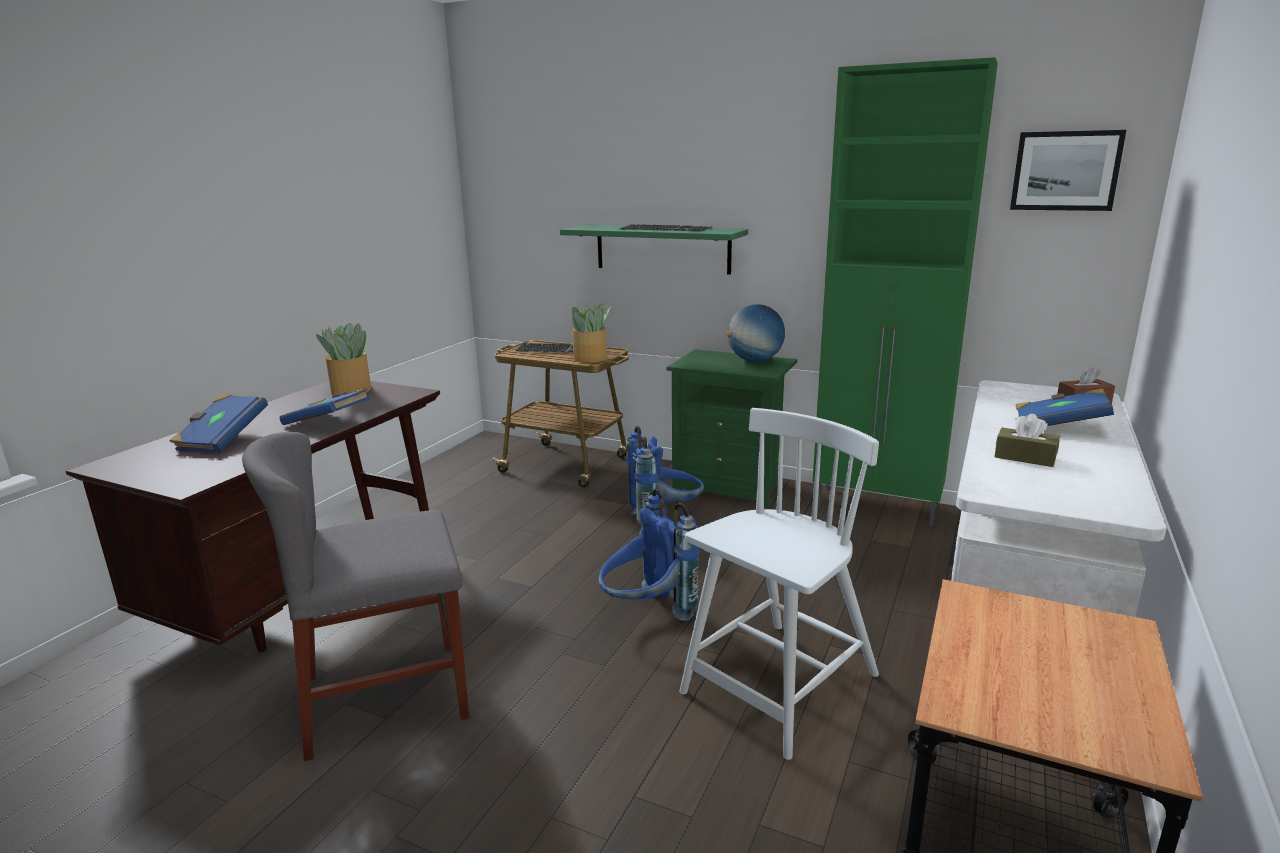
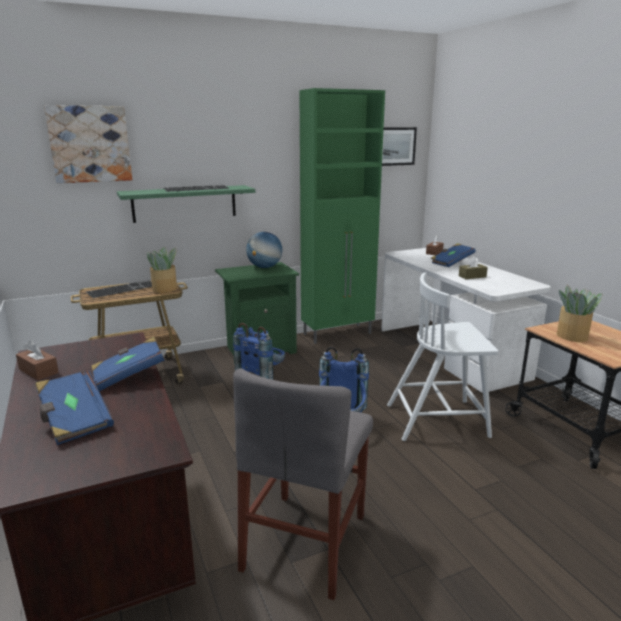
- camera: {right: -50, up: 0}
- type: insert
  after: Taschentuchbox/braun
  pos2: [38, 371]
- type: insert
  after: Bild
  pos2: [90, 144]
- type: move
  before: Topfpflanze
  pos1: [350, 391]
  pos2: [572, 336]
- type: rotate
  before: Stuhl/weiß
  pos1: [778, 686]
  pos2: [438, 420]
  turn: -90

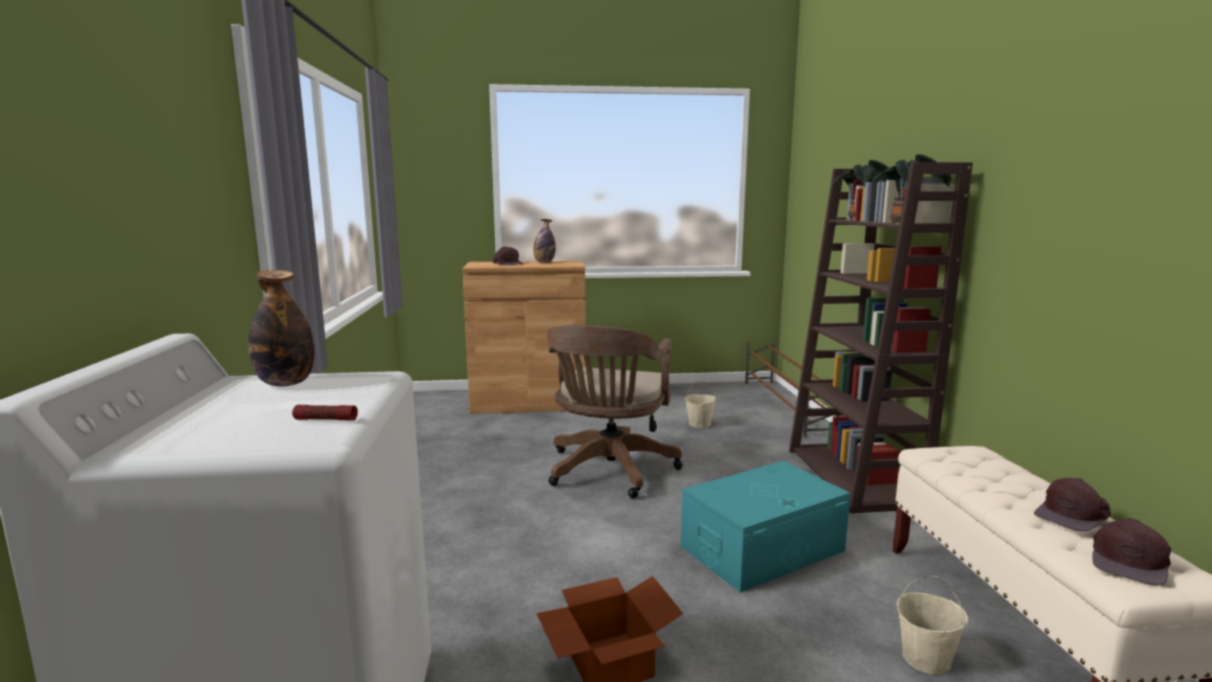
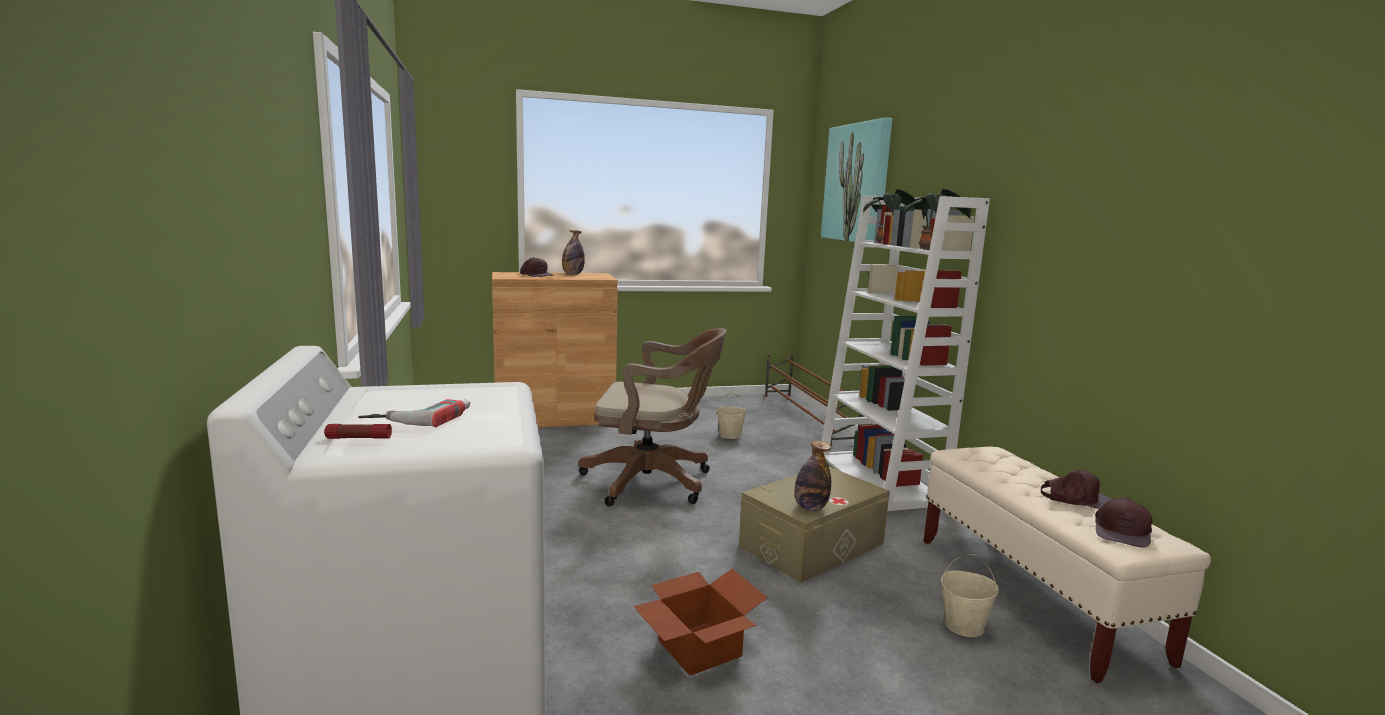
- camera: {right: -10, up: 0}
- type: insert
  after: Bohrmaschine
  pos2: [419, 417]
- type: insert
  after: Bild
  pos2: [857, 183]
- type: move
  before: Flasche
  pos1: [286, 383]
  pos2: [810, 508]
- type: move
  before: Taschenlampe
  pos1: [325, 420]
  pos2: [358, 438]
- type: recolor
  before: Aufbewahrungsbox/türkis
  after: Aufbewahrungsbox/beige
  pos1: [762, 548]
  pos2: [812, 545]
- type: recolor
  before: Bücherregal/braun
  after: Bücherregal/weiß
  pos1: [854, 477]
  pos2: [881, 481]
- type: rotate
  before: Bürostuhl/braun
  pos1: [609, 472]
  pos2: [654, 482]
  turn: -90
- type: rotate
  before: Kappe/braun
  pos1: [1073, 515]
  pos2: [1077, 498]
  turn: -120

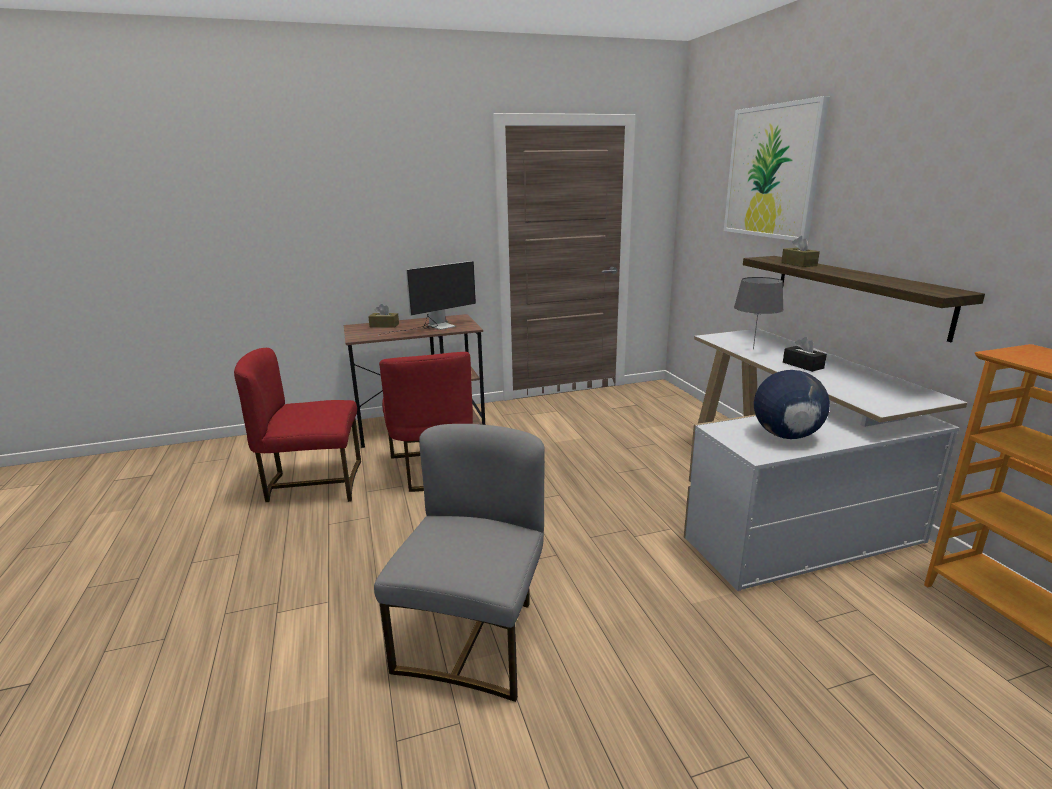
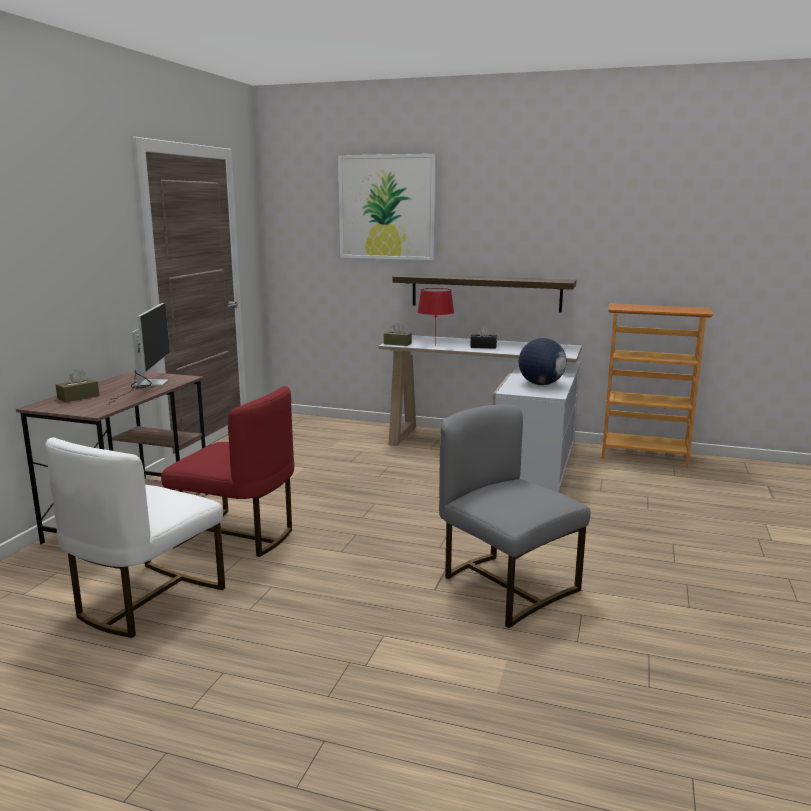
- camera: {right: -55, up: -5}
- type: move
  before: Taschentuchbox/braun
  pos1: [798, 264]
  pos2: [397, 343]
- type: recolor
  before: Stuhl/rot
  after: Stuhl/weiß
  pos1: [314, 484]
  pos2: [146, 600]
- type: recolor
  before: Tischlampe/grau
  after: Tischlampe/rot
  pos1: [752, 349]
  pos2: [434, 345]

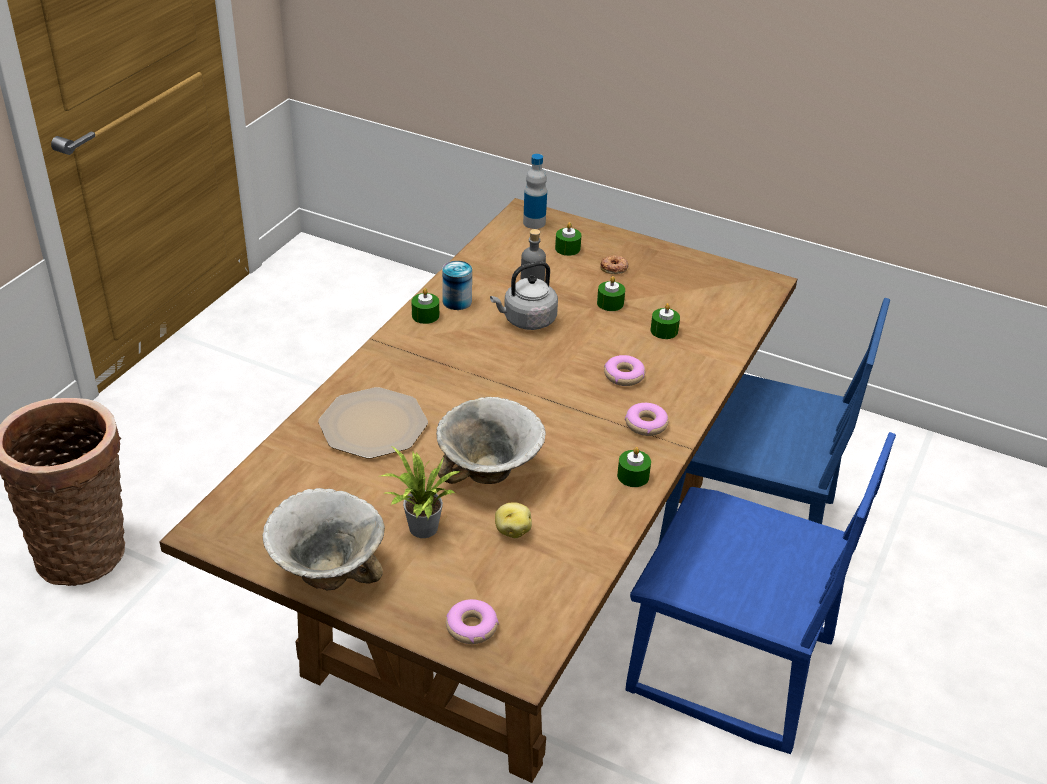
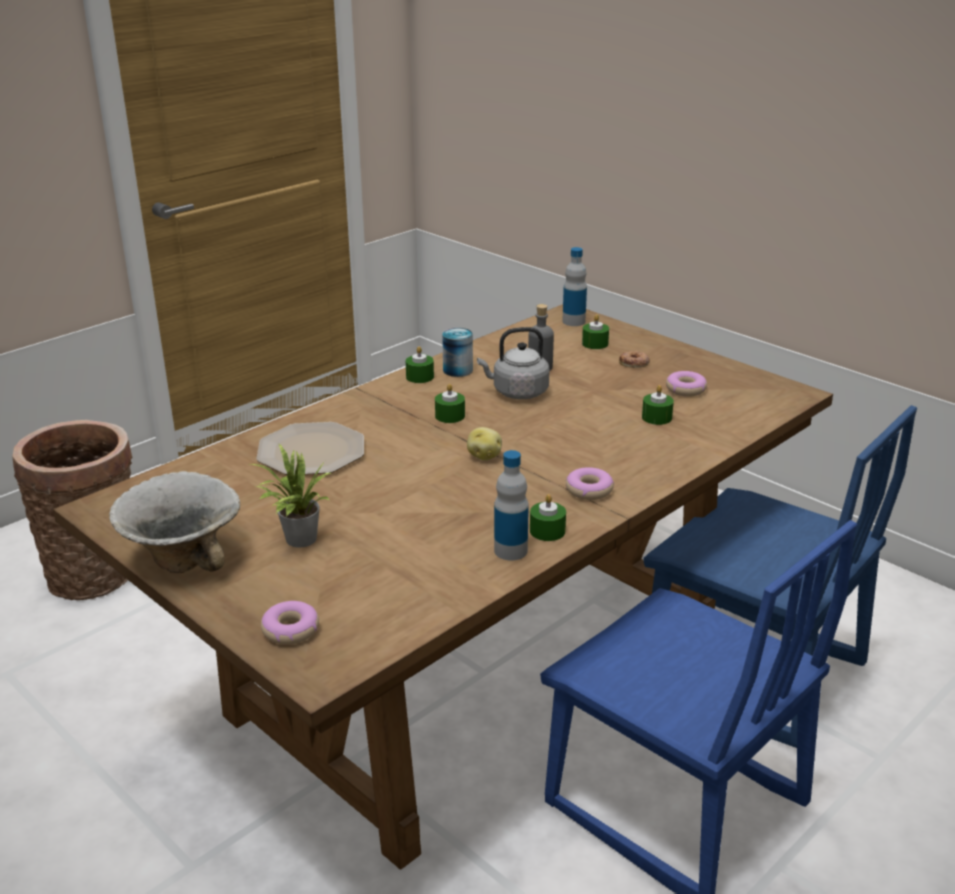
- camera: {right: 20, up: -10}
- type: delete
  before: Schüssel
  pos1: [489, 474]
- type: insert
  after: Flasche
  pos2: [510, 550]
- type: move
  before: Kartoffel
  pos1: [512, 530]
  pos2: [484, 456]
- type: move
  before: Kerze/grün
  pos1: [610, 303]
  pos2: [450, 416]
- type: move
  before: Donut
  pos1: [624, 375]
  pos2: [685, 389]

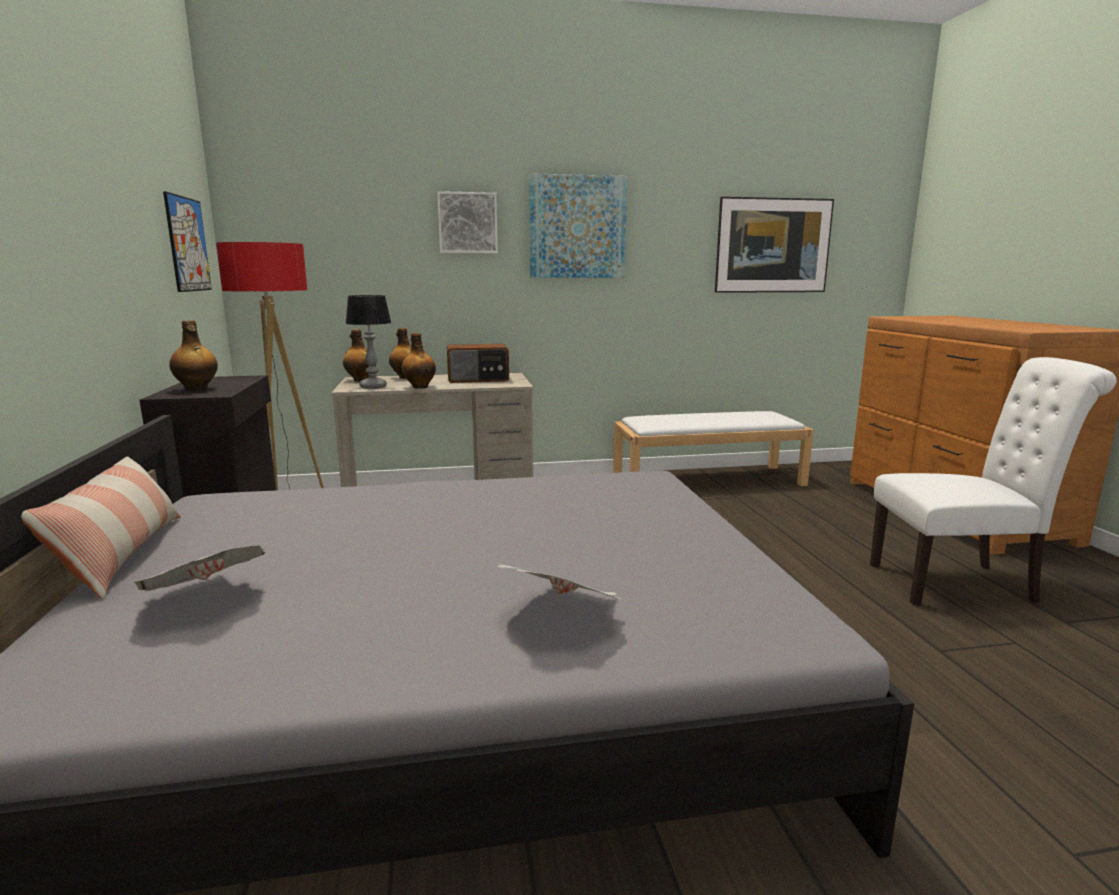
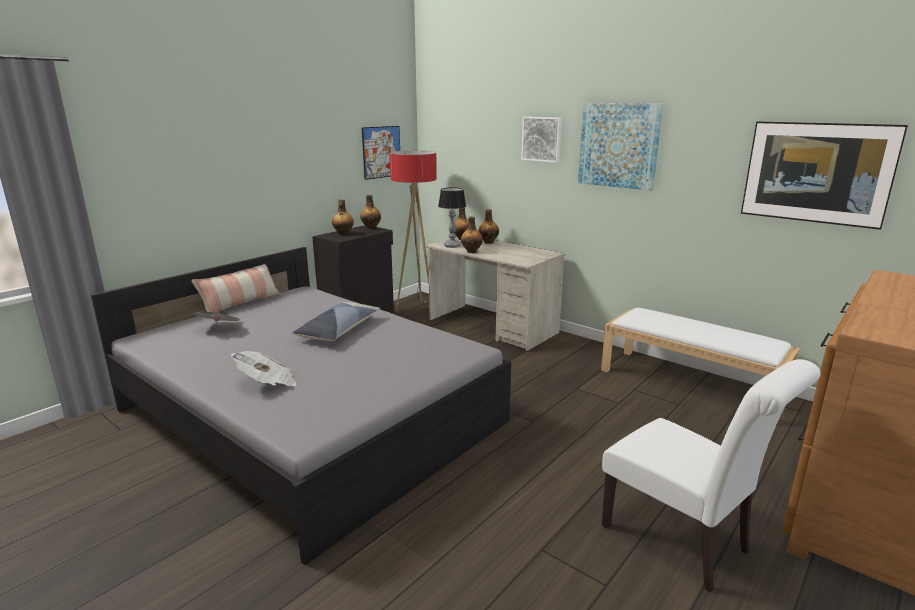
- camera: {right: 50, up: 5}
- type: delete
  before: Radio
  pos1: [478, 379]
- type: insert
  after: Kissen
  pos2: [338, 330]
- type: insert
  after: Flasche
  pos2: [371, 228]

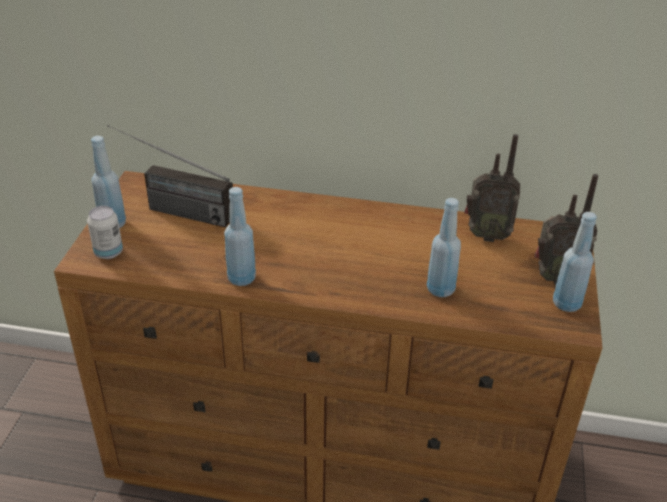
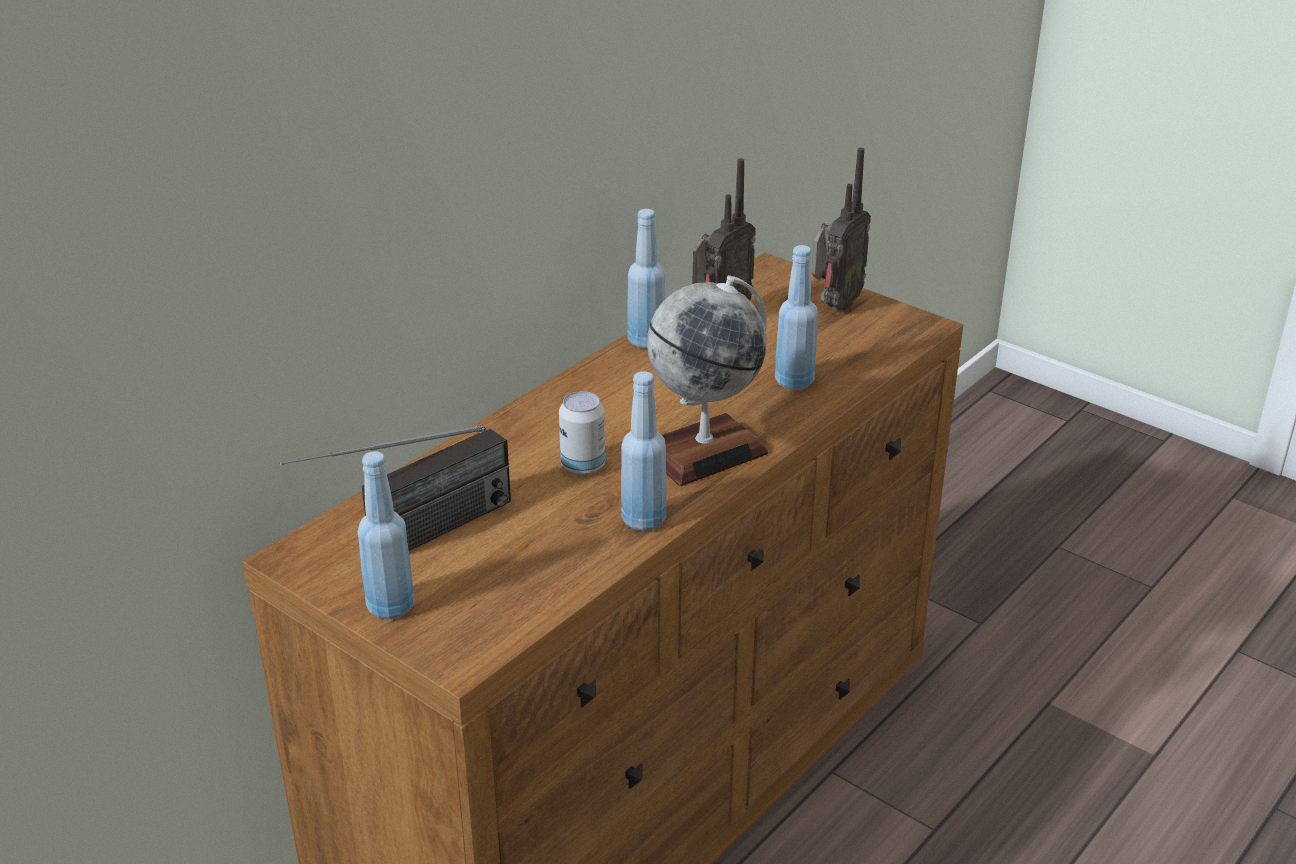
- camera: {right: -60, up: -5}
- type: insert
  after: Globus
  pos2: [704, 451]
- type: move
  before: Dose
  pos1: [108, 252]
  pos2: [583, 466]
- type: move
  before: Flasche/blau
  pos1: [566, 303]
  pos2: [646, 341]

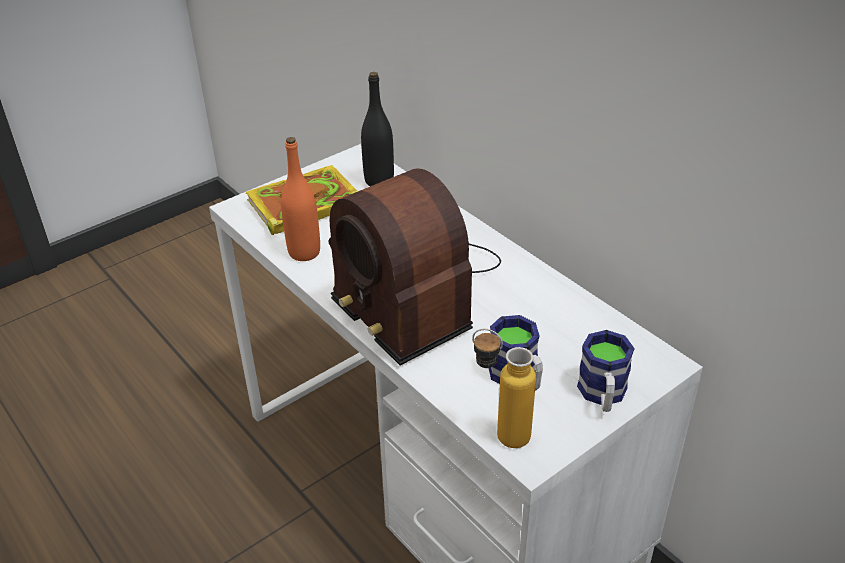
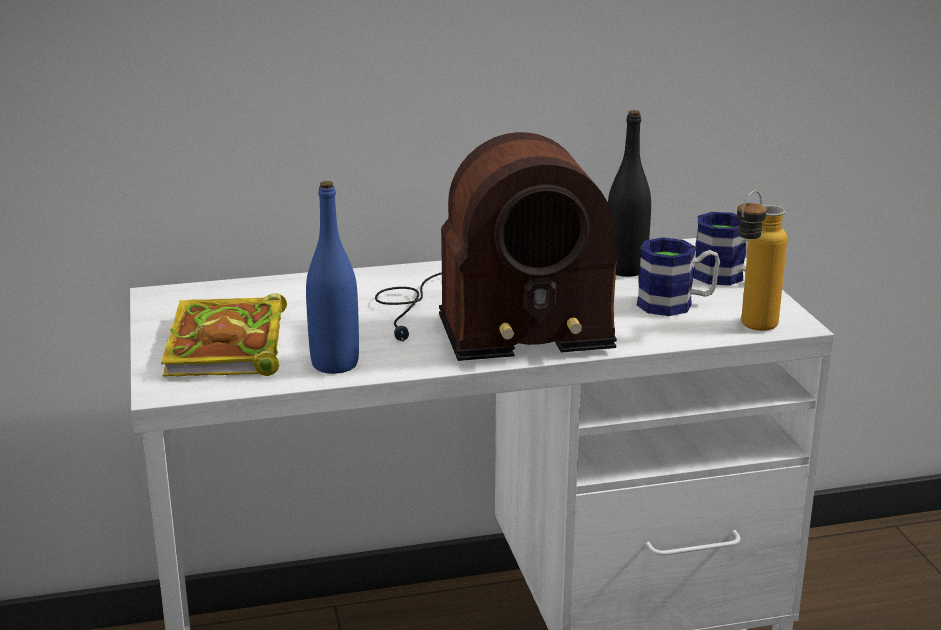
- camera: {right: -65, up: -15}
- type: move
  before: Flasche/schwarz
  pos1: [379, 181]
  pos2: [626, 270]
- type: recolor
  before: Flasche/orange
  after: Flasche/blau
  pos1: [304, 252]
  pos2: [335, 364]

